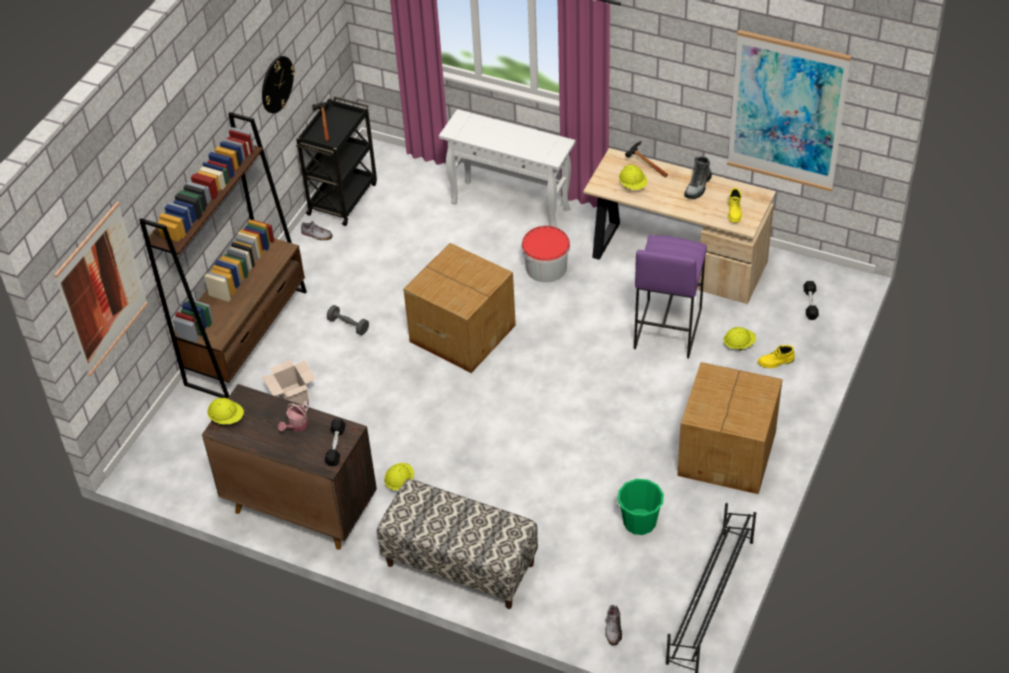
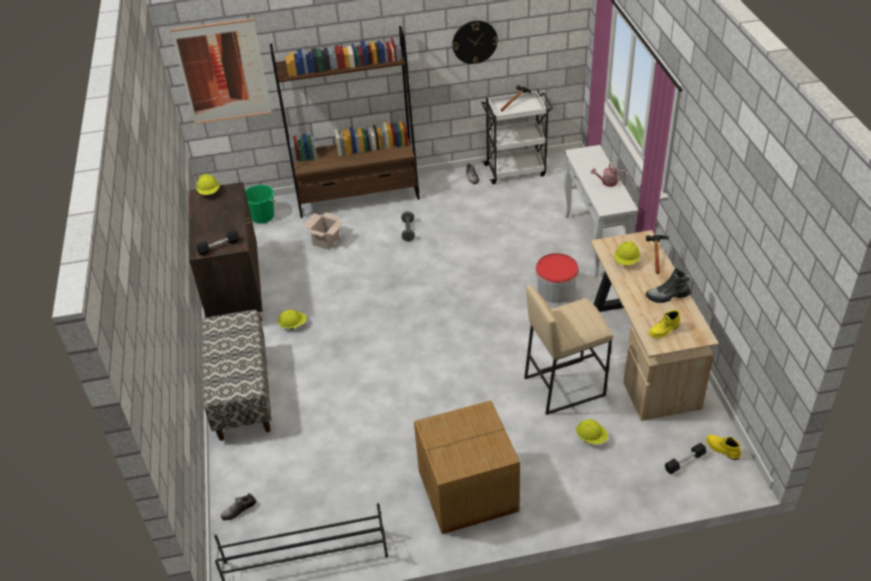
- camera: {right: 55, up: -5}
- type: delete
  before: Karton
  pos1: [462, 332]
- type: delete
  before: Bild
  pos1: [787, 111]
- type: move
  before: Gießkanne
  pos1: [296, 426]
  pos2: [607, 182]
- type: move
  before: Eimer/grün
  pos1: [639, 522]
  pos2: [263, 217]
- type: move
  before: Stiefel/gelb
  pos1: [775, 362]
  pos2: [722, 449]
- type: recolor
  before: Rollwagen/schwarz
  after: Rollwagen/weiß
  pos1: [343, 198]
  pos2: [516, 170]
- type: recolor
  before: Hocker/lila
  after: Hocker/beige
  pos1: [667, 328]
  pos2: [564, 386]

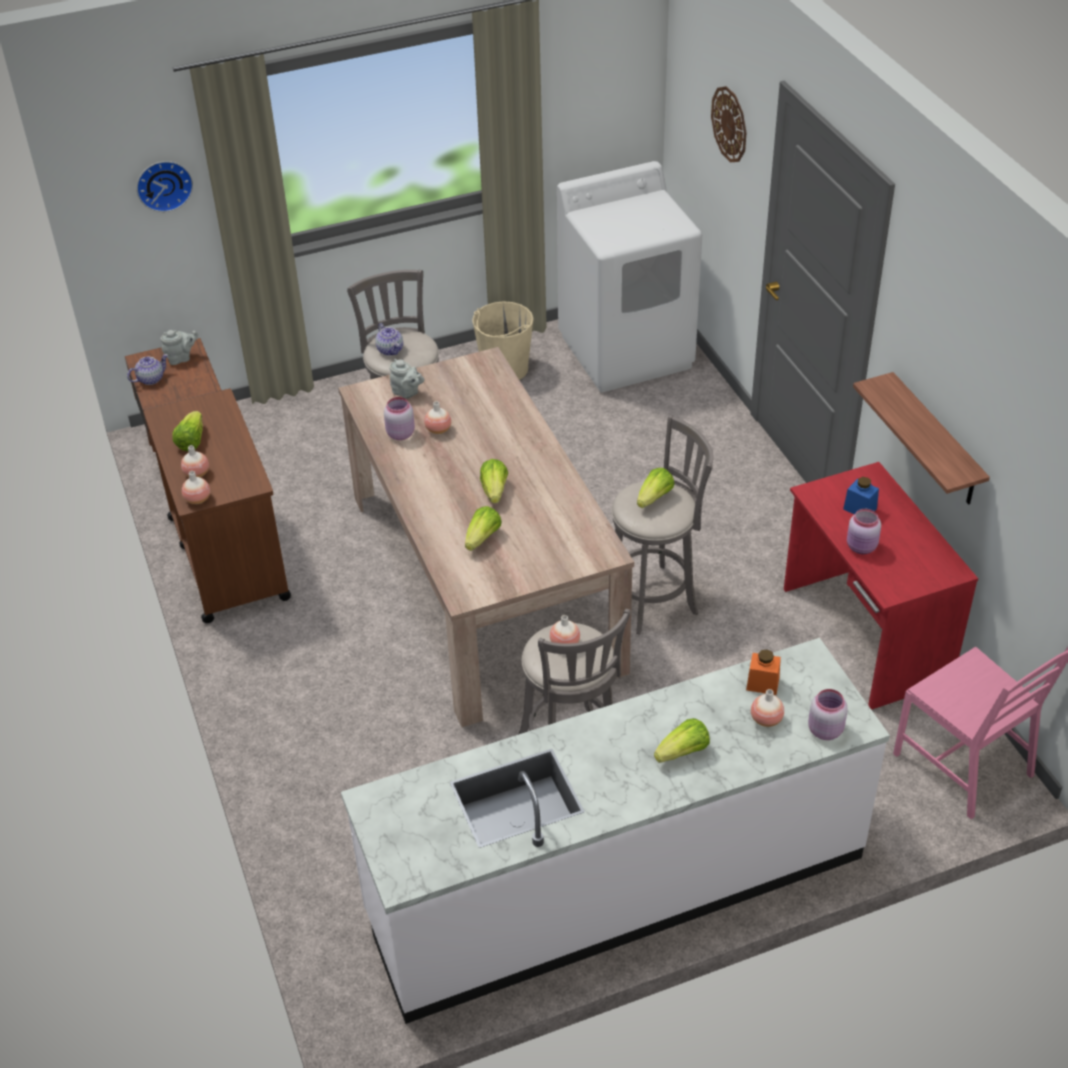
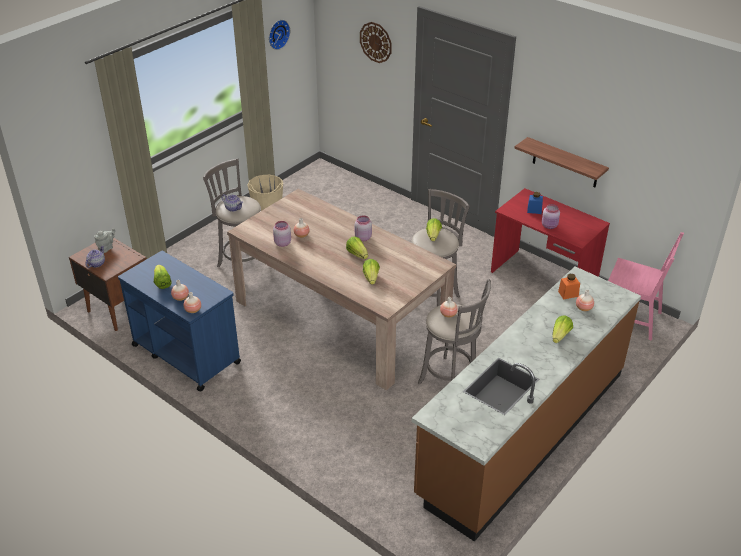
- camera: {right: -30, up: -5}
- type: delete
  before: Teekanne/grau
  pos1: [407, 392]
- type: delete
  before: Waschmaschine/weiß
  pos1: [627, 351]
- type: move
  before: Wanduhr
  pos1: [163, 184]
  pos2: [277, 34]
- type: move
  before: Vorratsglas/rosa
  pos1: [824, 729]
  pos2: [362, 237]
- type: recolor
  before: Rollwagen/braun
  after: Rollwagen/blau
  pos1: [228, 557]
  pos2: [185, 353]
- type: recolor
  before: Küchenzeile/weiß
  after: Küchenzeile/braun
  pos1: [615, 885]
  pos2: [522, 432]

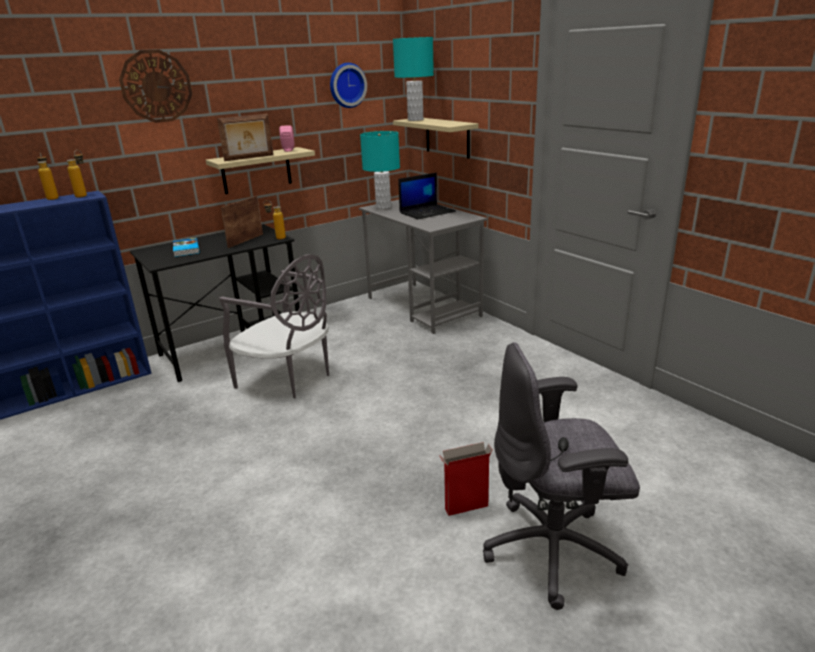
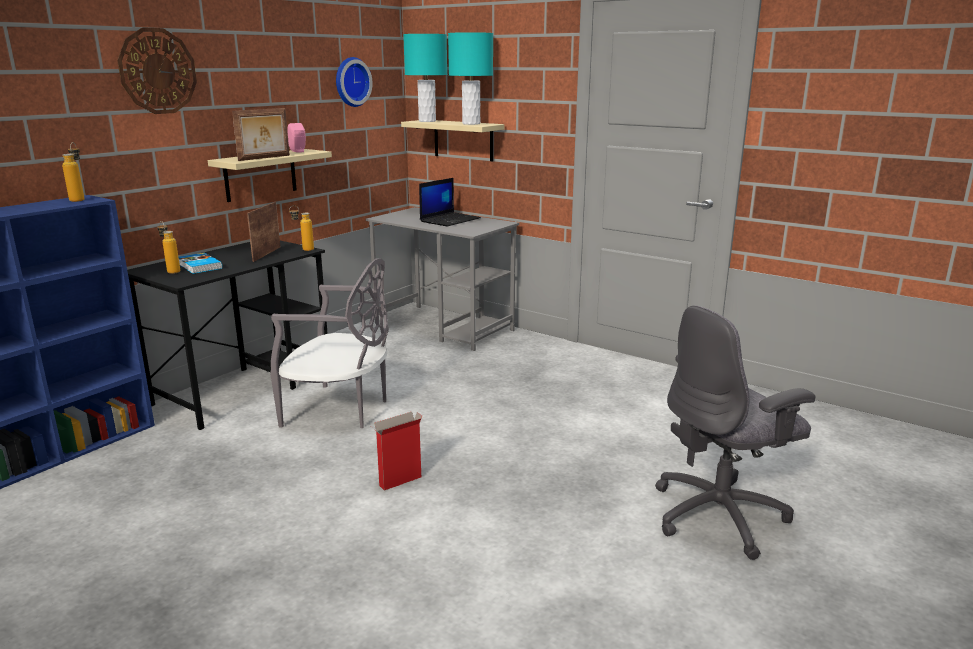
- camera: {right: -20, up: -5}
- type: move
  before: Flasche
  pos1: [53, 198]
  pos2: [171, 271]
- type: move
  before: Tischlampe/türkis
  pos1: [383, 207]
  pos2: [471, 124]
- type: move
  before: Karton
  pos1: [465, 507]
  pos2: [399, 481]

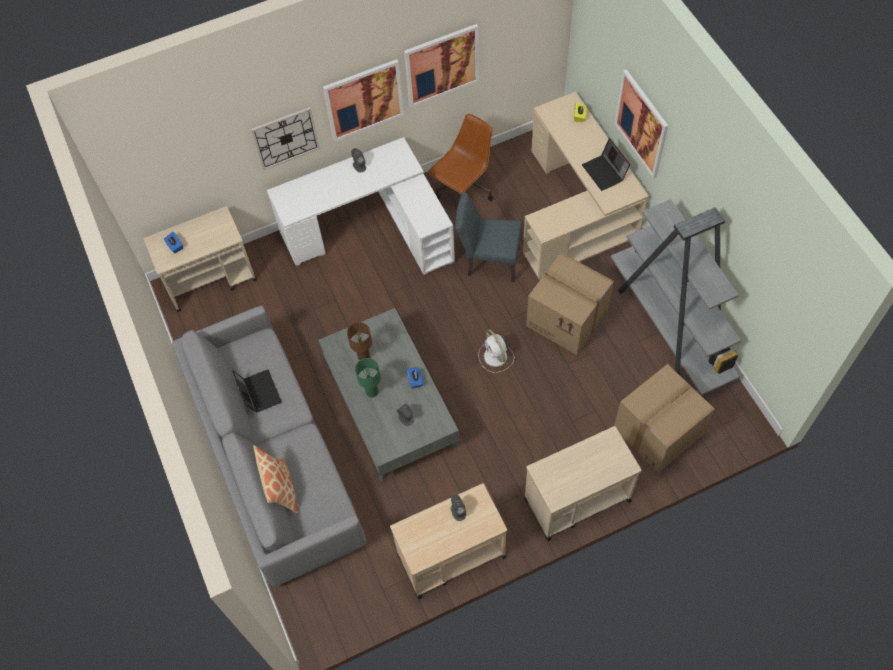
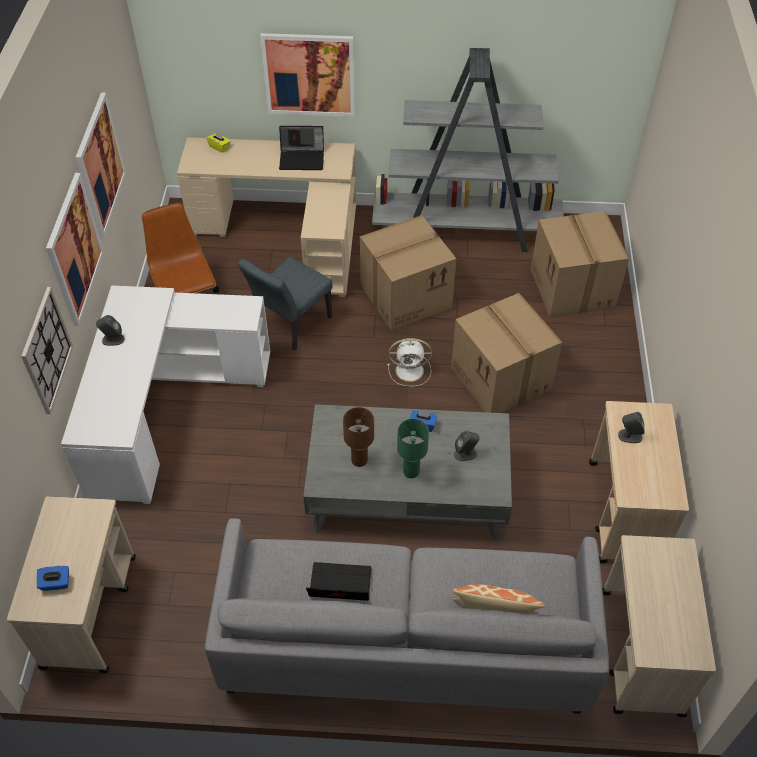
- camera: {right: -65, up: -10}
- type: insert
  after: Karton
  pos2: [502, 379]
- type: move
  before: Rollwagen/beige
  pos1: [576, 500]
  pos2: [641, 652]

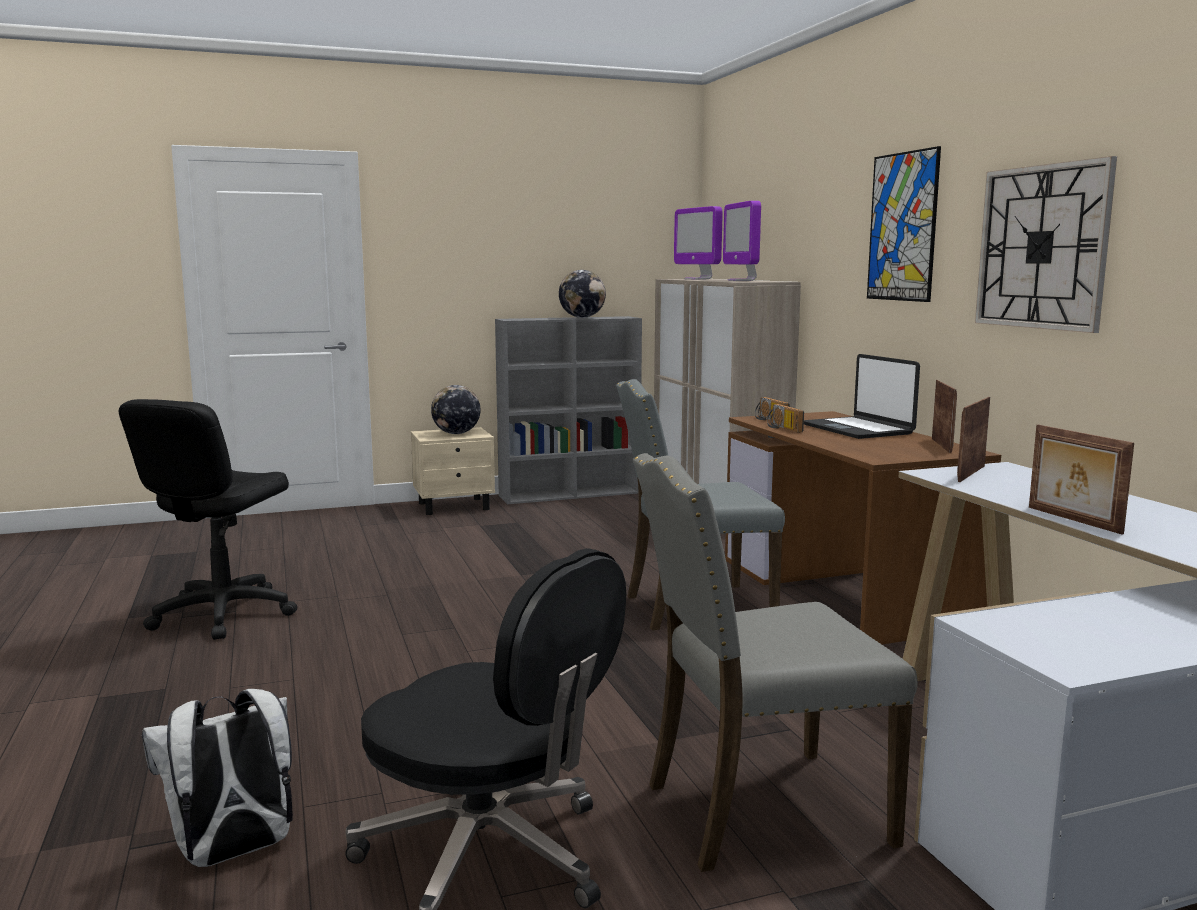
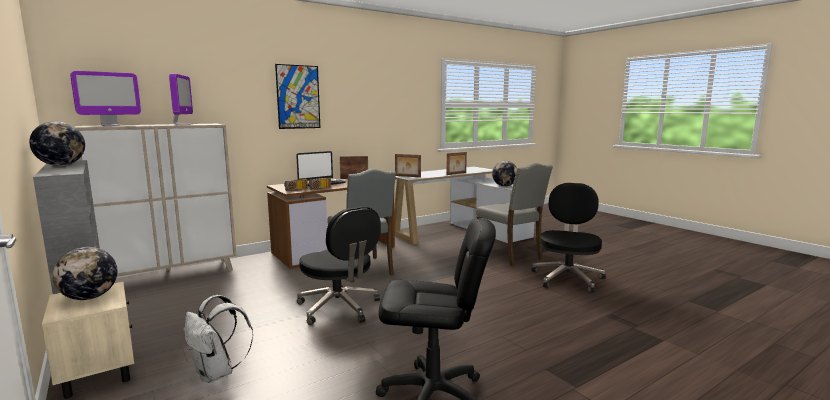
- camera: {right: -105, up: 0}
- type: delete
  before: Wanduhr
  pos1: [1042, 247]
- type: insert
  after: Bürostuhl/schwarz
  pos2: [339, 308]
- type: insert
  after: Globus
  pos2: [504, 186]
- type: move
  before: Rucksack/weiß
  pos1: [233, 853]
  pos2: [217, 373]
- type: rotate
  before: Monitor
  pos1: [741, 280]
  pos2: [183, 124]
  turn: -75

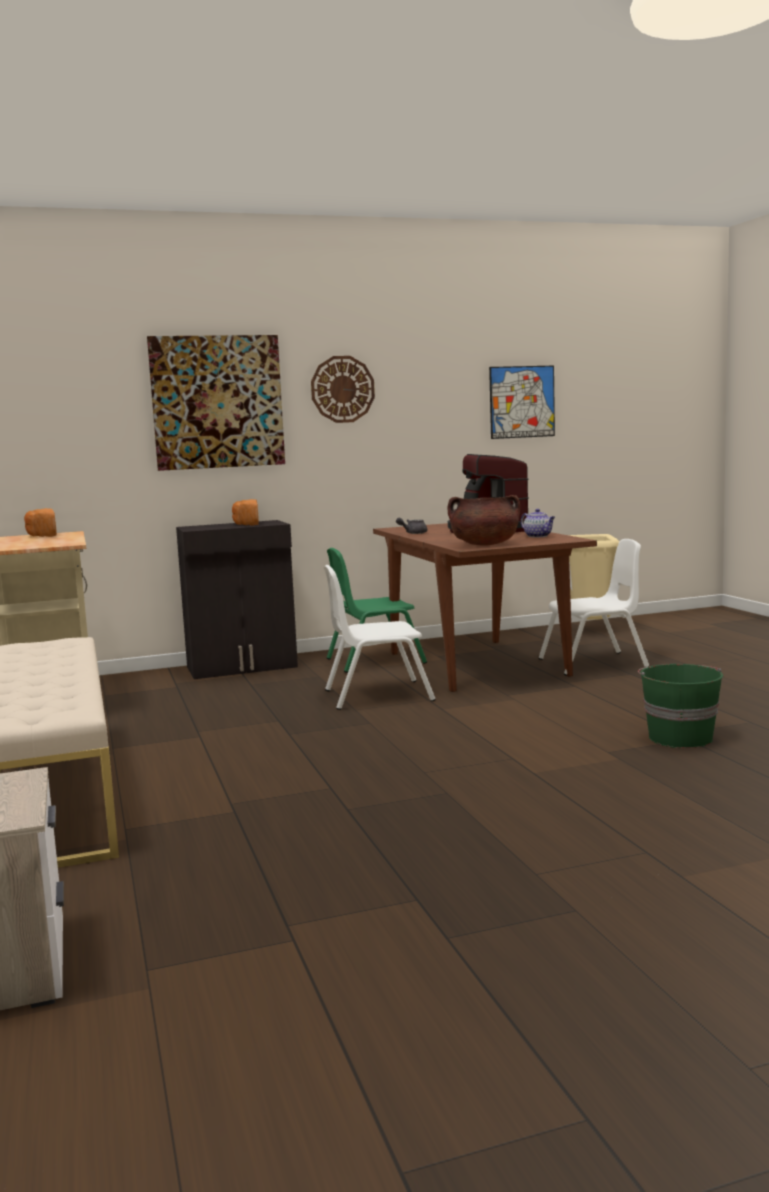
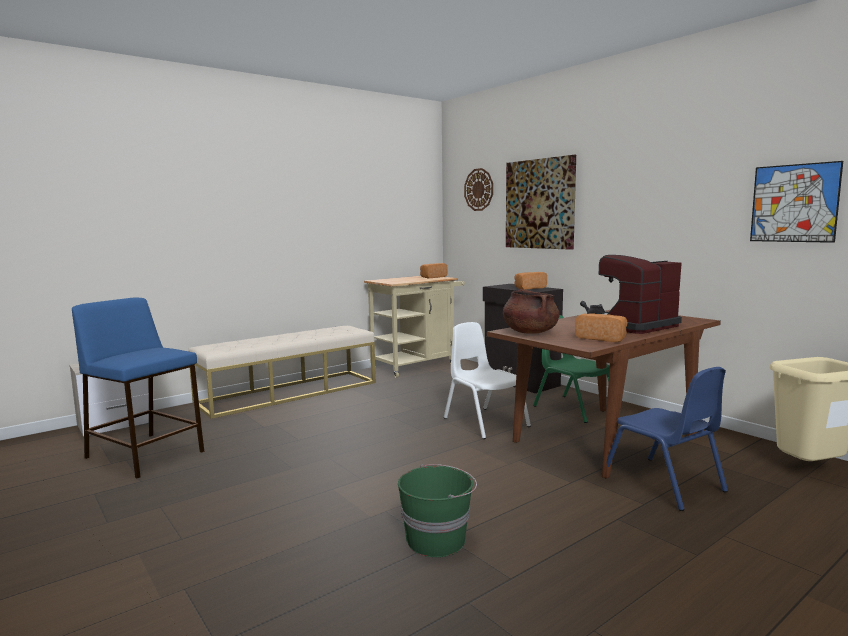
- camera: {right: 70, up: 0}
- type: insert
  after: Hocker/blau
  pos2: [146, 454]
- type: move
  before: Wanduhr
  pos1: [342, 389]
  pos2: [479, 189]
- type: replace
  before: Teekanne
  after: Brot
  pos1: [538, 536]
  pos2: [602, 338]
- type: recolor
  before: Stuhl/weiß
  after: Stuhl/blau
  pos1: [593, 663]
  pos2: [663, 483]

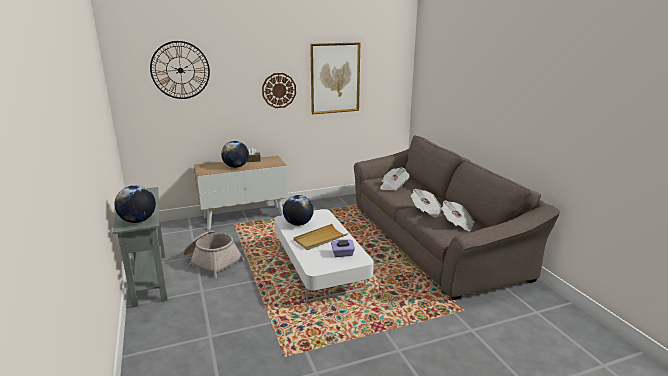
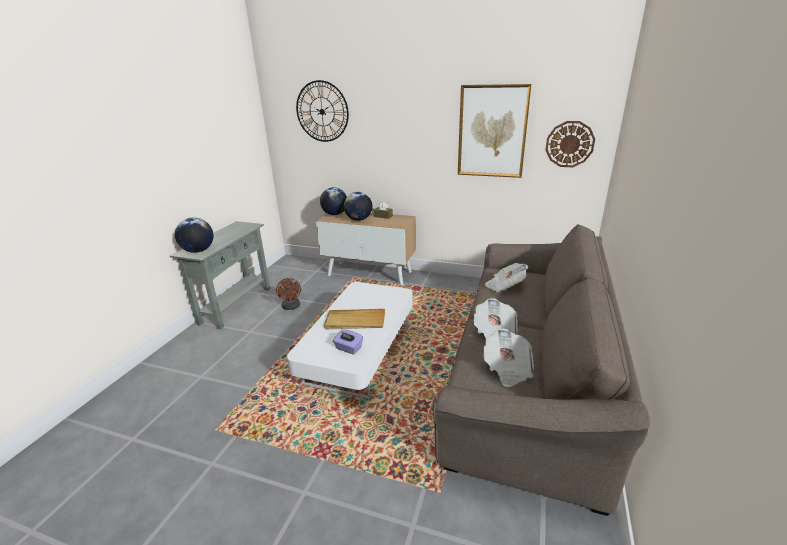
- camera: {right: 40, up: 5}
- type: move
  before: Wanduhr
  pos1: [279, 90]
  pos2: [569, 144]
- type: move
  before: Globus
  pos1: [298, 224]
  pos2: [335, 214]
- type: replace
  before: Korb
  after: Ventilator/braun
  pos1: [212, 261]
  pos2: [291, 307]

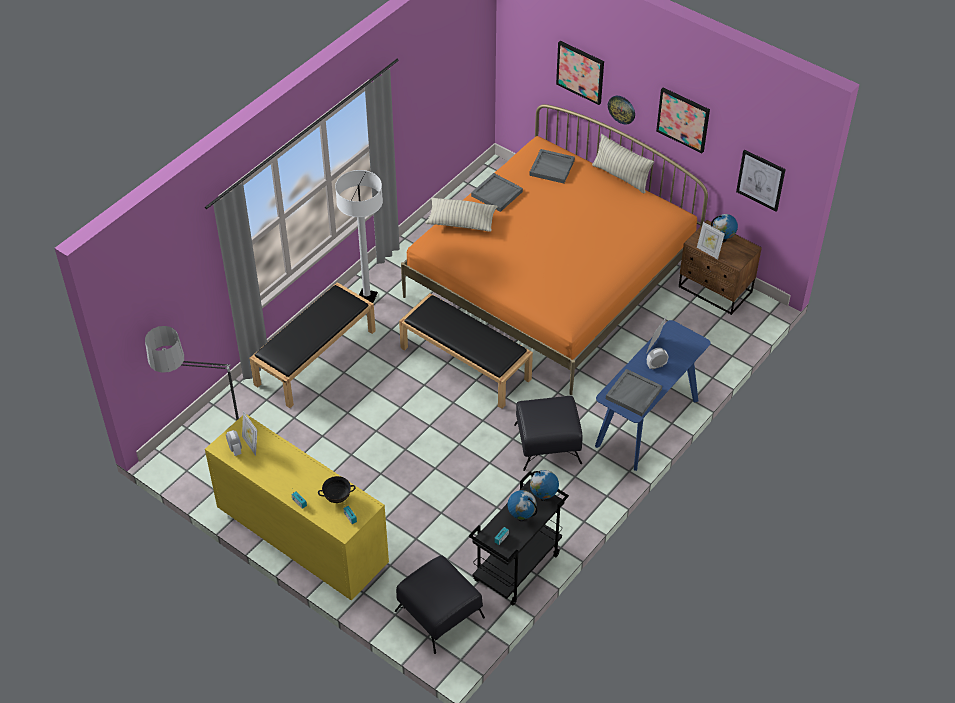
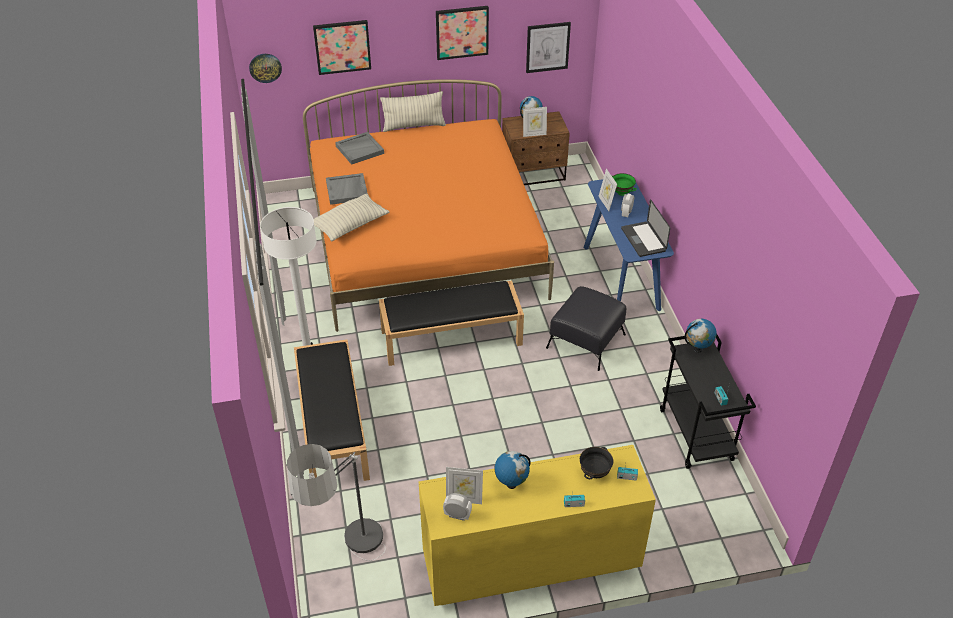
- camera: {right: -50, up: -5}
- type: delete
  before: Polsterhocker/schwarz
  pos1: [439, 613]
- type: insert
  after: Schüssel/grün
  pos2: [621, 193]
- type: move
  before: Globus
  pos1: [521, 517]
  pos2: [511, 484]
- type: move
  before: Wanduhr
  pos1: [622, 109]
  pos2: [265, 67]
- type: replace
  before: Tablett/grau
  after: Laptop
  pos1: [633, 394]
  pos2: [643, 240]

